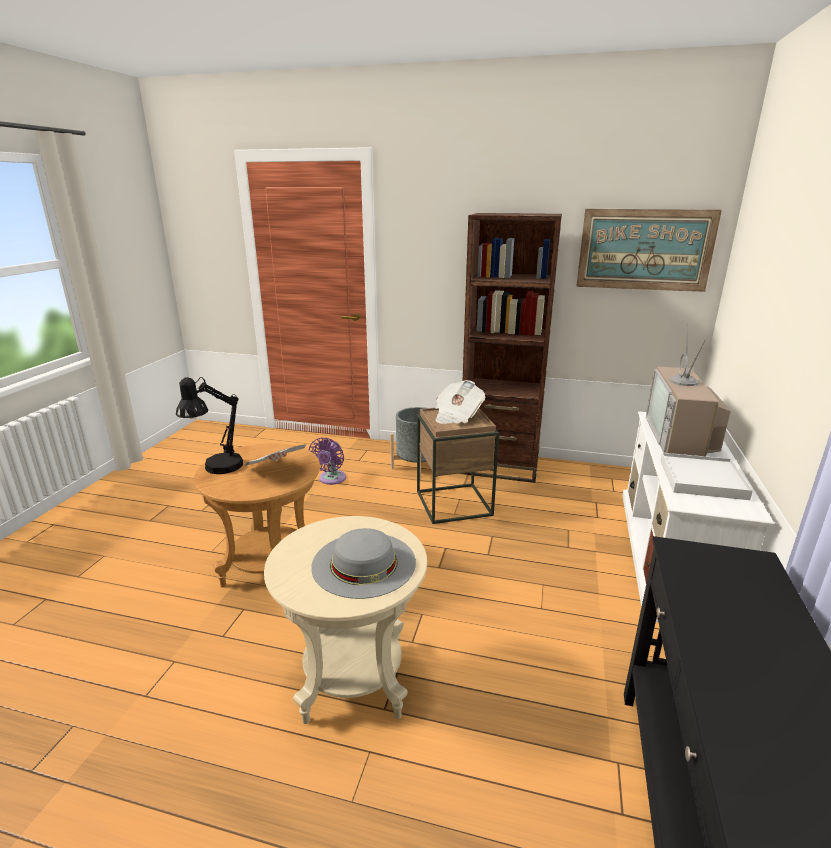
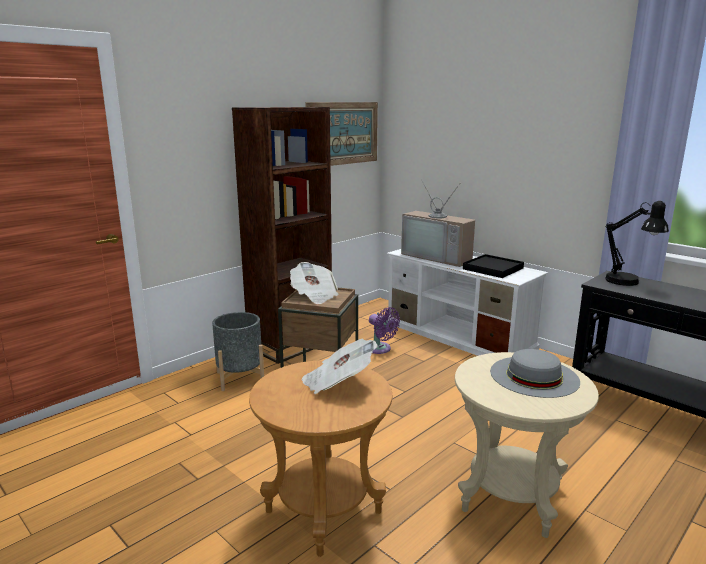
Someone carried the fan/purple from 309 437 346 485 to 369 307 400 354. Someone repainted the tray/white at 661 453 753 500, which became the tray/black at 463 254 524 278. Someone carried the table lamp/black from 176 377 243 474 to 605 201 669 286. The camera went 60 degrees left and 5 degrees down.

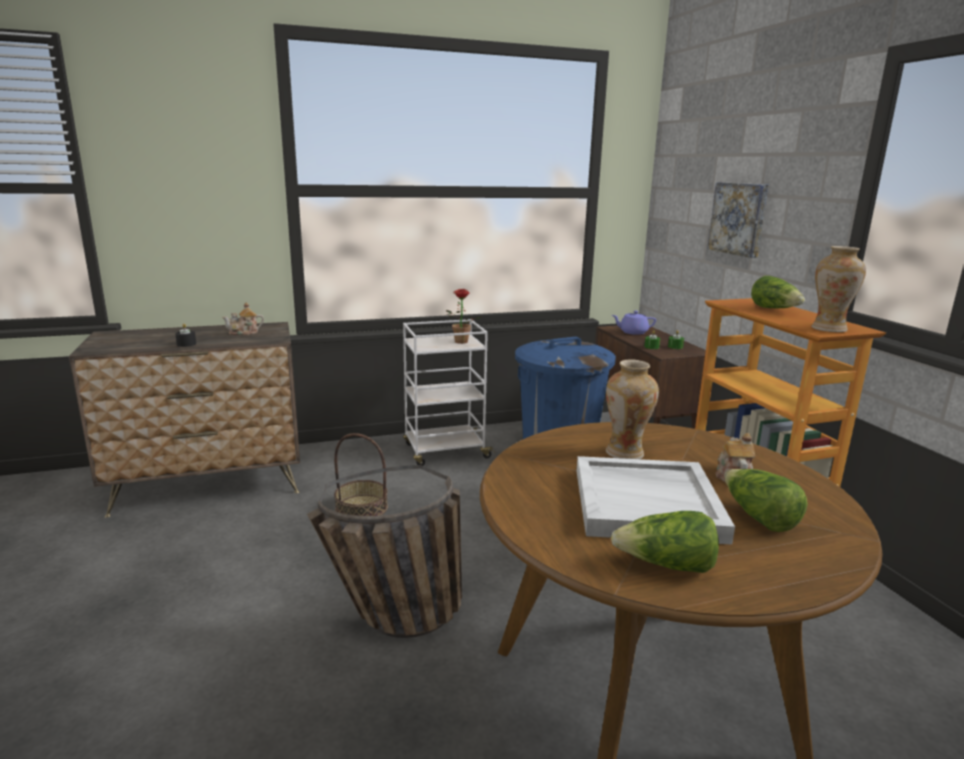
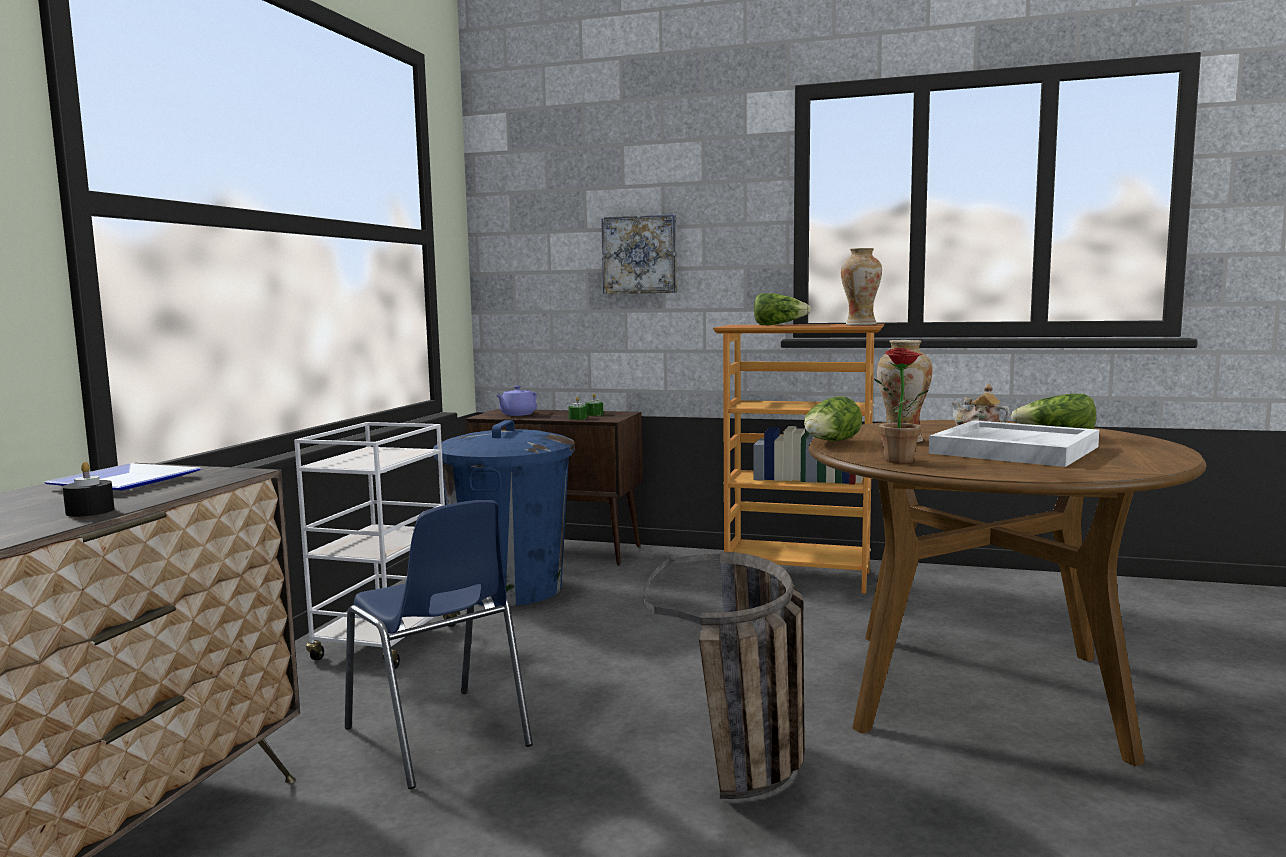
Someone swapped the teapot at 222 303 264 335 for the plate at 44 463 201 491. Someone swapped the basket at 334 433 388 516 for the chair/blue at 345 500 533 789. Someone carried the lettuce from 611 511 719 573 to 804 396 862 441. Someone carried the potted plant from 446 289 481 344 to 874 347 929 463. The camera went 55 degrees left and 10 degrees down.

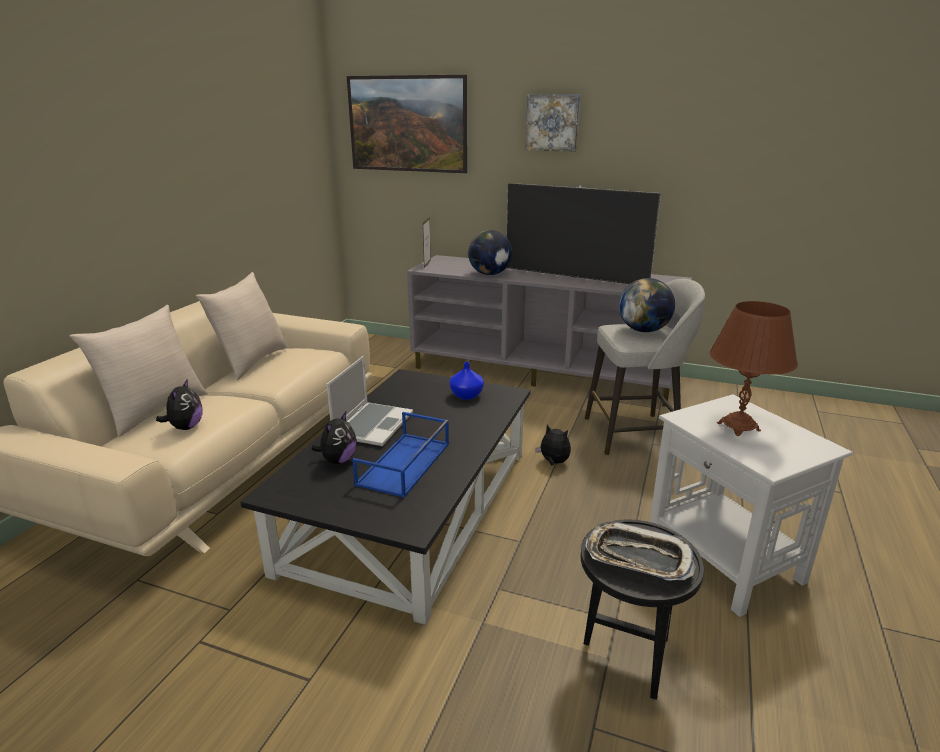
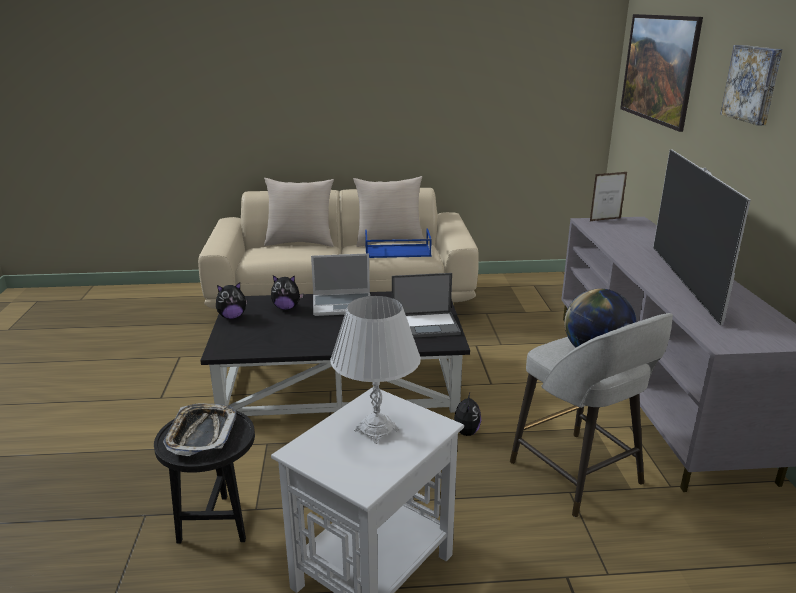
Someone carried the plush toy from 156 378 202 430 to 216 282 247 319. Someone repainted the table lamp/brown at 709 301 798 436, which became the table lamp/white at 330 296 421 444. Someone carried the tray/blue from 352 412 449 498 to 365 229 432 258. Someone swapped the vase/blue at 449 362 484 400 for the laptop at 392 273 461 338. Someone took away the globe at 468 230 512 275. The camera went 65 degrees right and 0 degrees up.

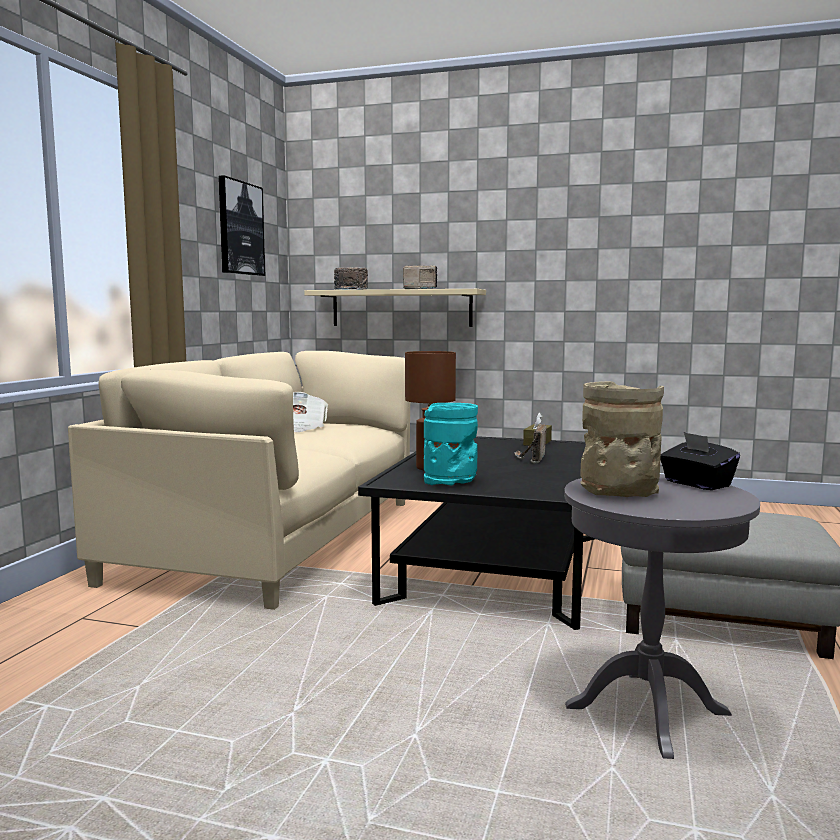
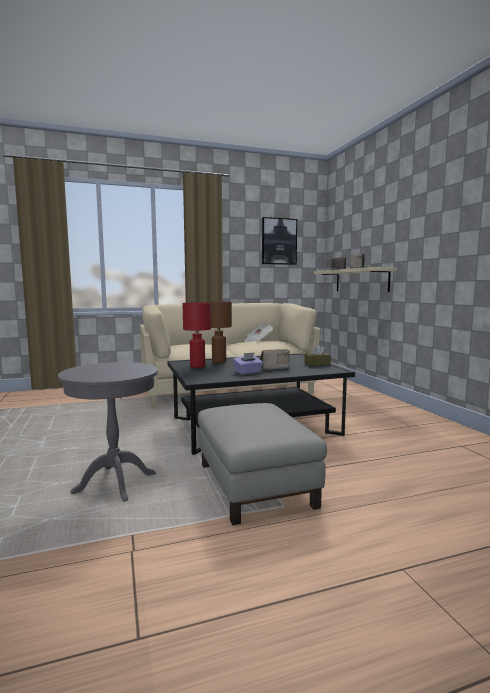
Someone swapped the vase/turquoise at 424 403 478 485 for the table lamp/red at 183 302 211 368. Someone put down the tissue box/purple at 233 352 263 374. Someone took away the vase/beige at 580 381 664 497. Someone took away the tissue box/black at 660 432 740 490. The camera went 55 degrees right and 0 degrees up.

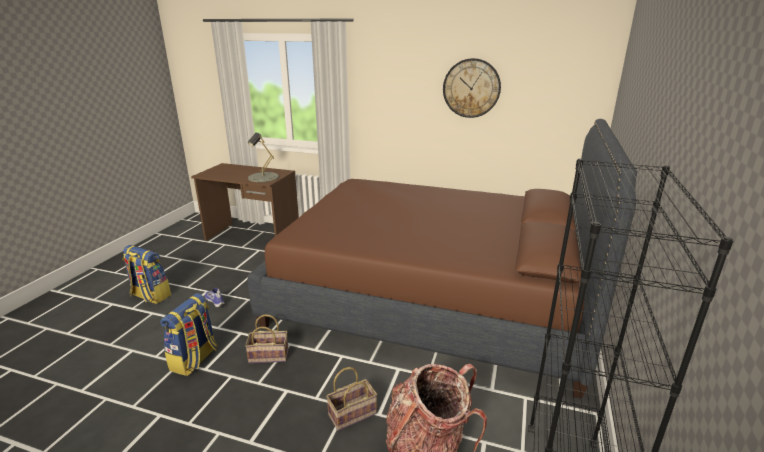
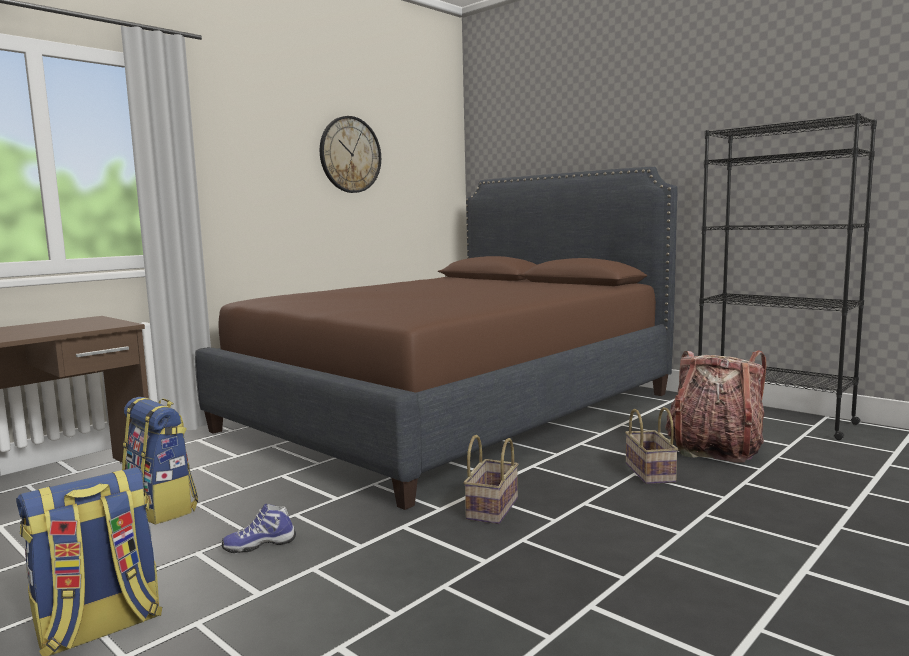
Someone carried the backpack from 160 293 218 376 to 122 397 198 525. Someone took away the table lamp/grey at 248 133 279 182. The camera went 65 degrees left and 15 degrees down.

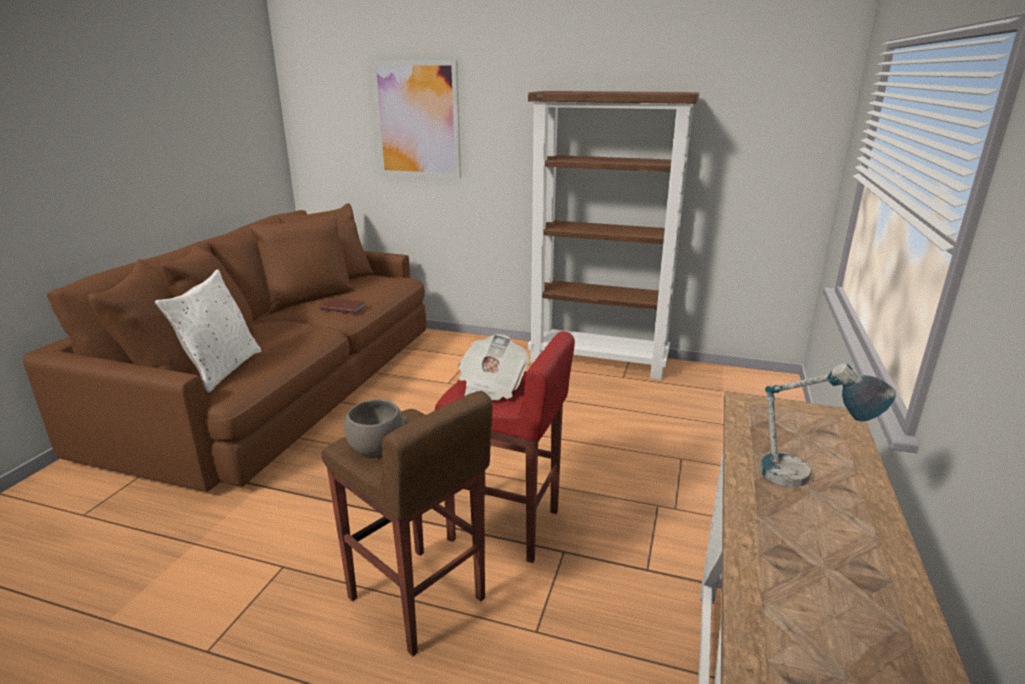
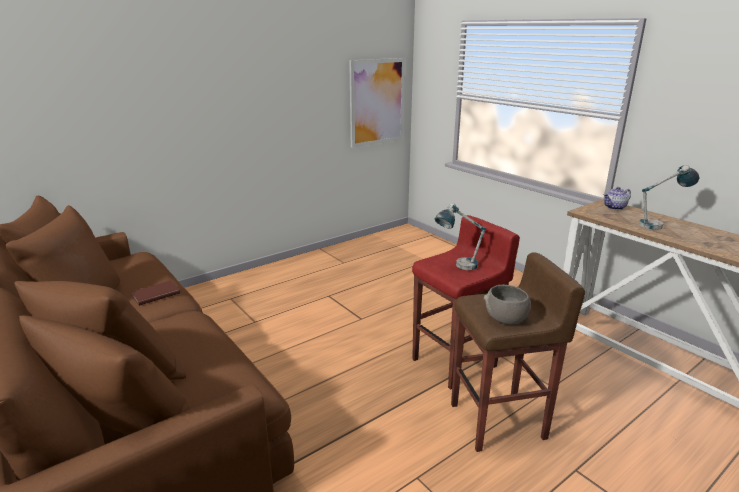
Someone carried the picture from 371 60 461 179 to 349 58 405 148. Someone swapped the newspaper at 459 334 529 400 for the table lamp at 435 203 486 270. Someone put down the teapot at 603 187 631 210. Someone took away the pillow/white at 155 270 262 393. Someone took away the bookcase/brown at 528 91 699 380. The camera went 55 degrees left and 0 degrees up.

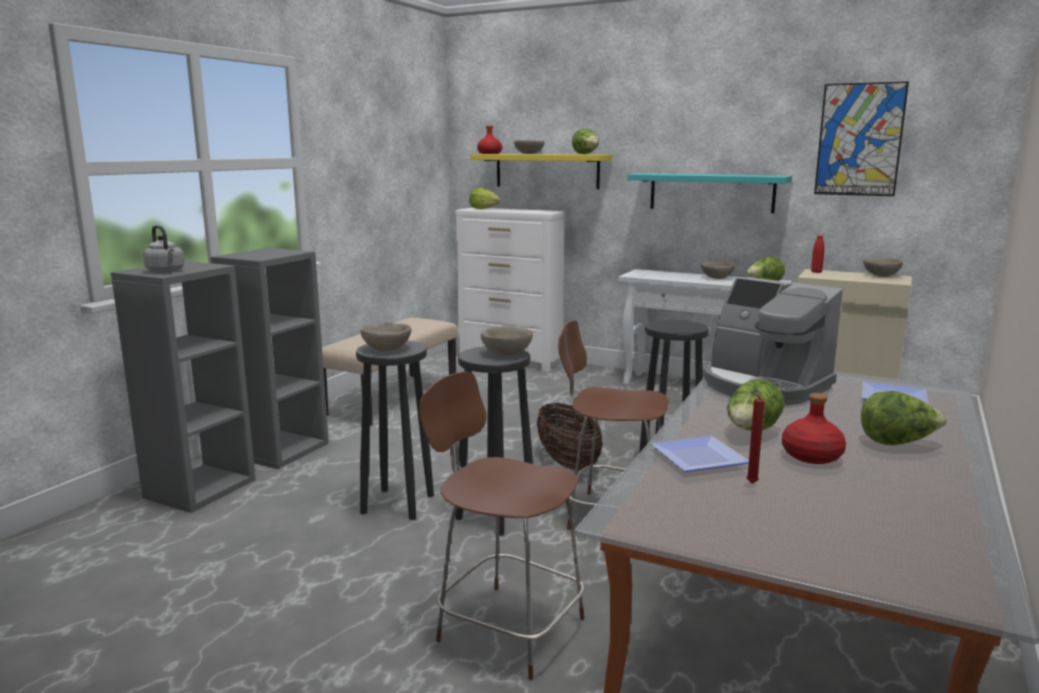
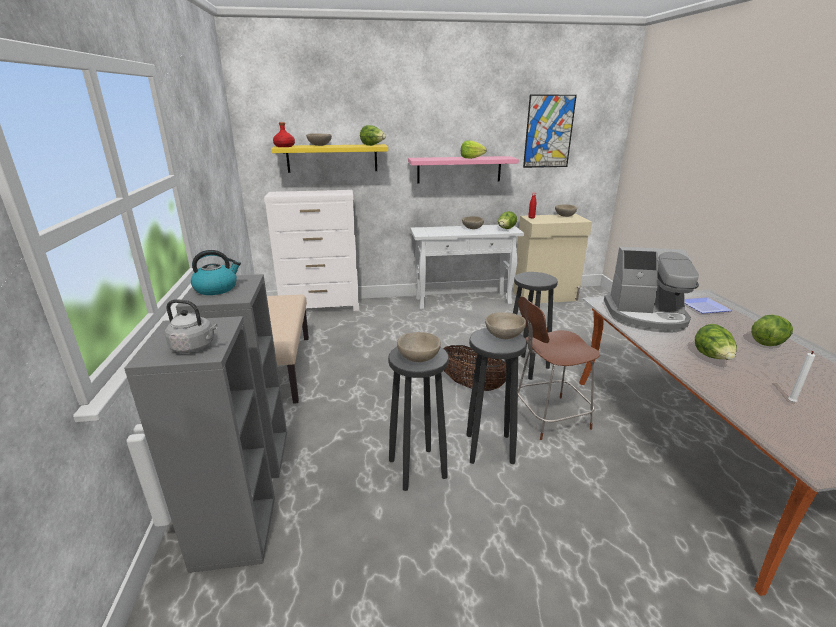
Someone put down the kettle at 191 250 241 295. Someone repainted the shelf/turquoise at 627 173 792 213, which became the shelf/pink at 408 156 519 183. Someone carried the lettuce from 469 187 501 209 to 461 140 487 159. Someone repainted the candle/red at 746 391 765 484, which became the candle/white at 788 351 815 402. Someone took away the chair/brown at 419 371 585 680. Someone took away the plate at 650 436 749 472. Someone took away the bottle/red at 782 393 846 464. The camera went 35 degrees left and 10 degrees up.

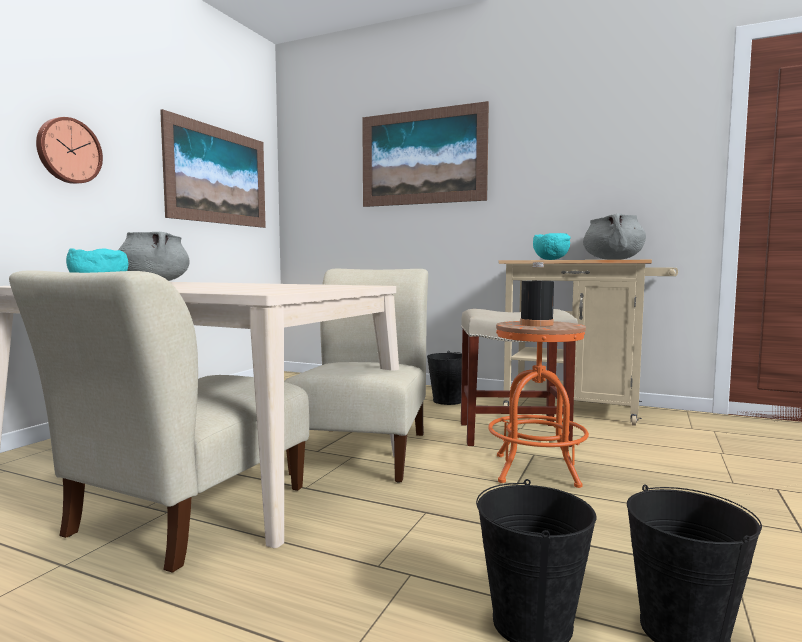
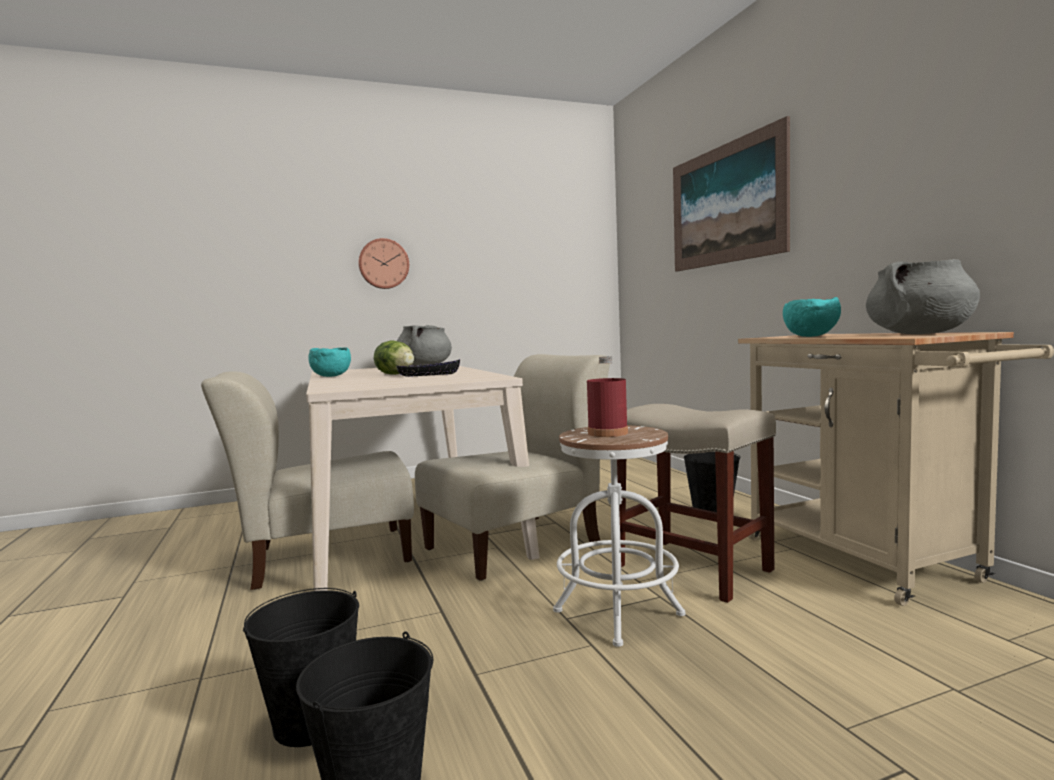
Someone put down the lettuce at 374 340 414 375. Someone put down the bowl/black at 396 359 460 377. Someone repainted the stool/orange at 488 321 589 488, which became the stool/white at 553 426 685 647. Someone repainted the bottle/black at 520 262 554 326, which became the bottle/red at 587 356 628 437. Someone took away the picture at 160 109 266 228. The camera went 45 degrees right and 0 degrees up.

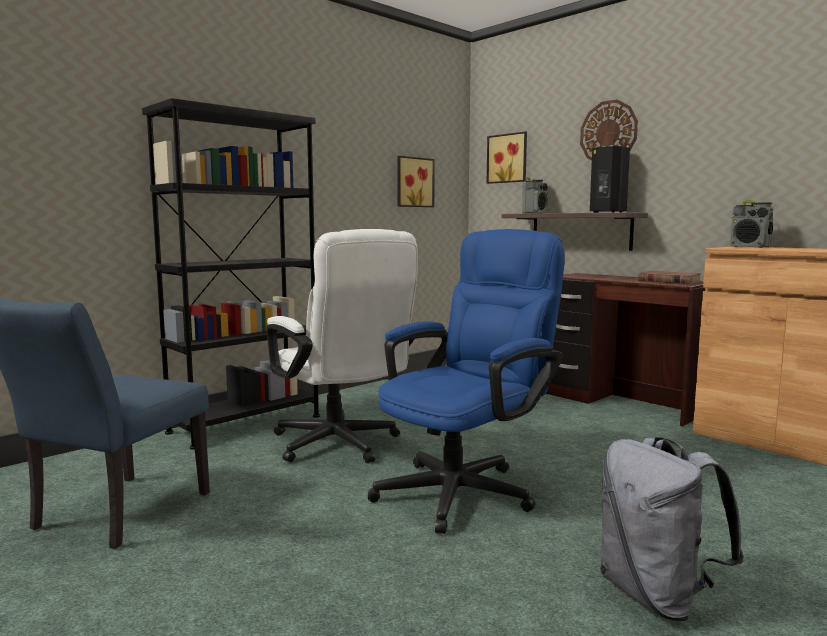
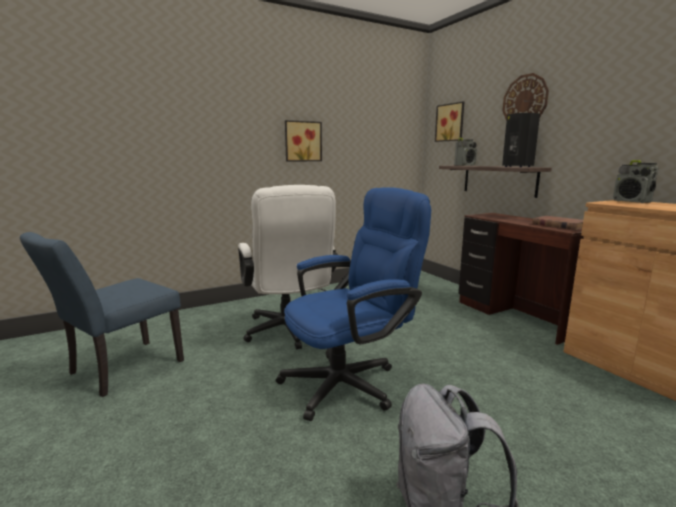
Someone carried the picture from 397 156 435 207 to 285 120 322 161. Someone took away the bookcase/black at 142 98 320 450. The camera went 15 degrees right and 5 degrees up.

